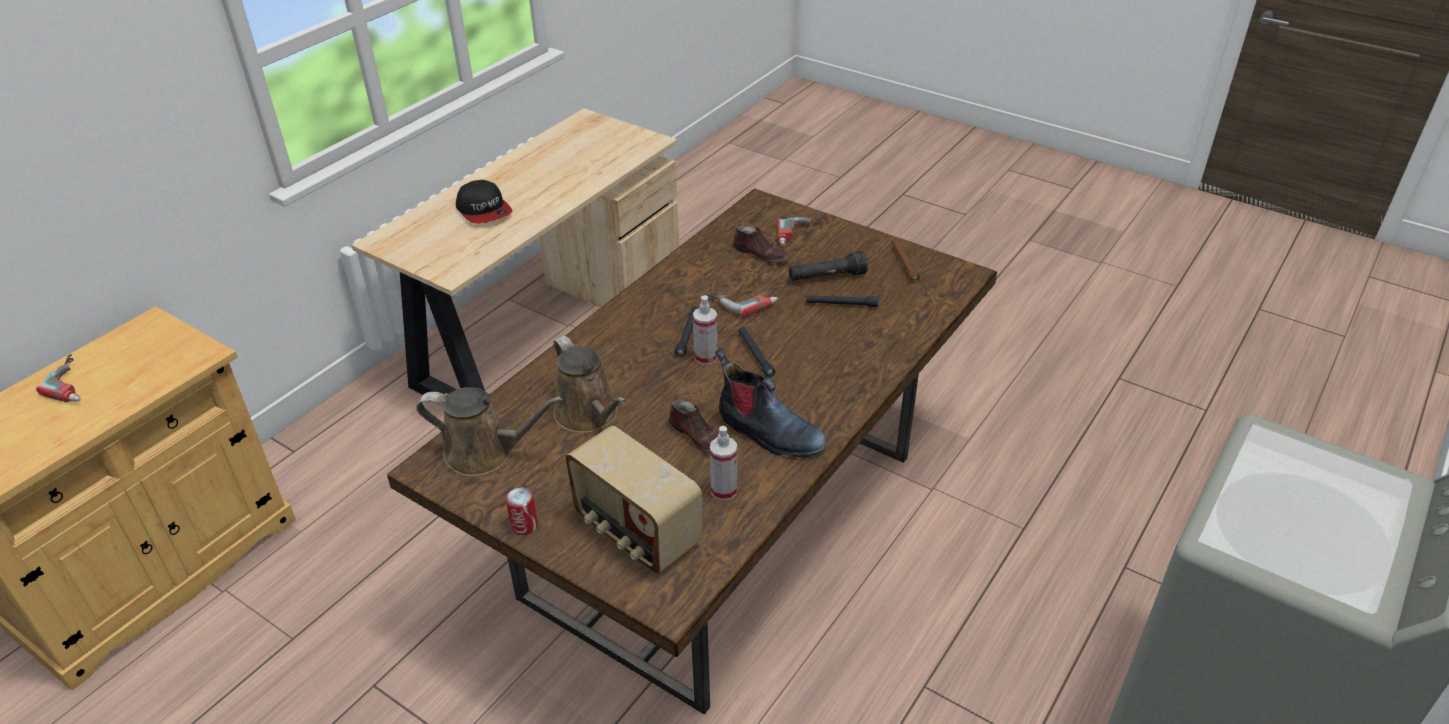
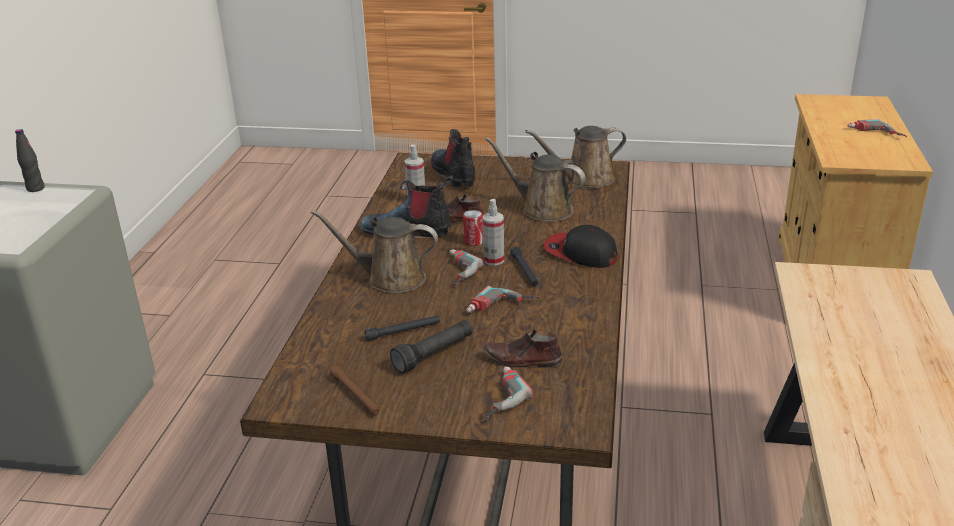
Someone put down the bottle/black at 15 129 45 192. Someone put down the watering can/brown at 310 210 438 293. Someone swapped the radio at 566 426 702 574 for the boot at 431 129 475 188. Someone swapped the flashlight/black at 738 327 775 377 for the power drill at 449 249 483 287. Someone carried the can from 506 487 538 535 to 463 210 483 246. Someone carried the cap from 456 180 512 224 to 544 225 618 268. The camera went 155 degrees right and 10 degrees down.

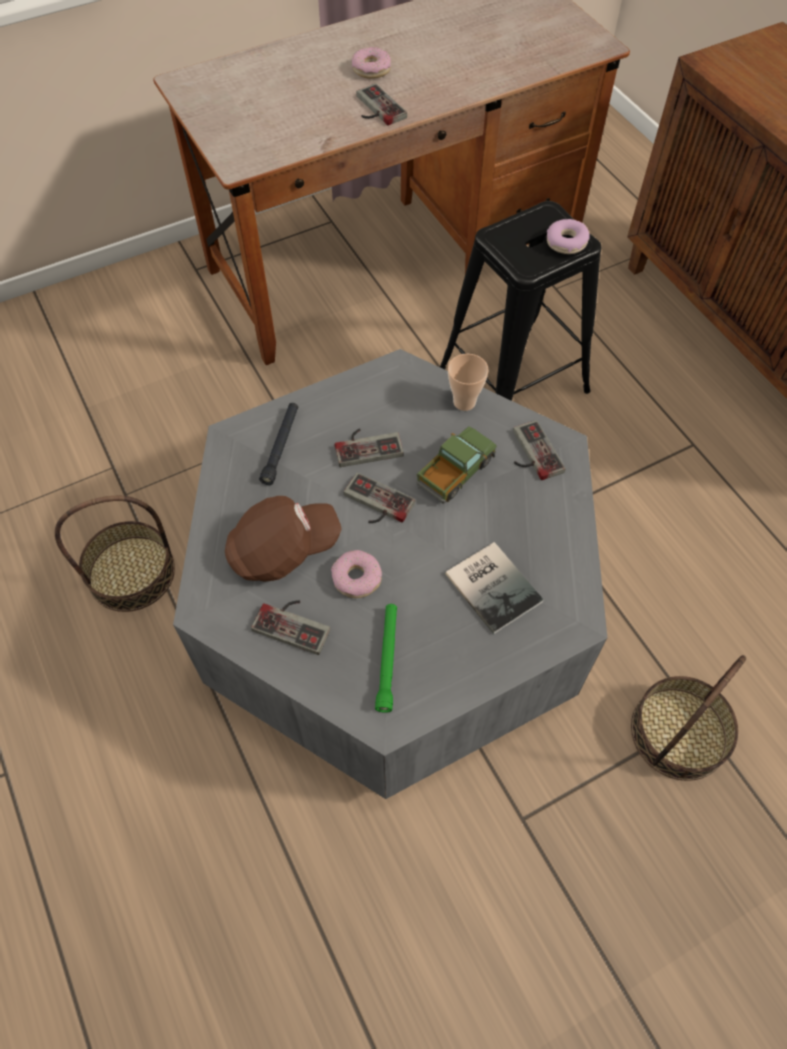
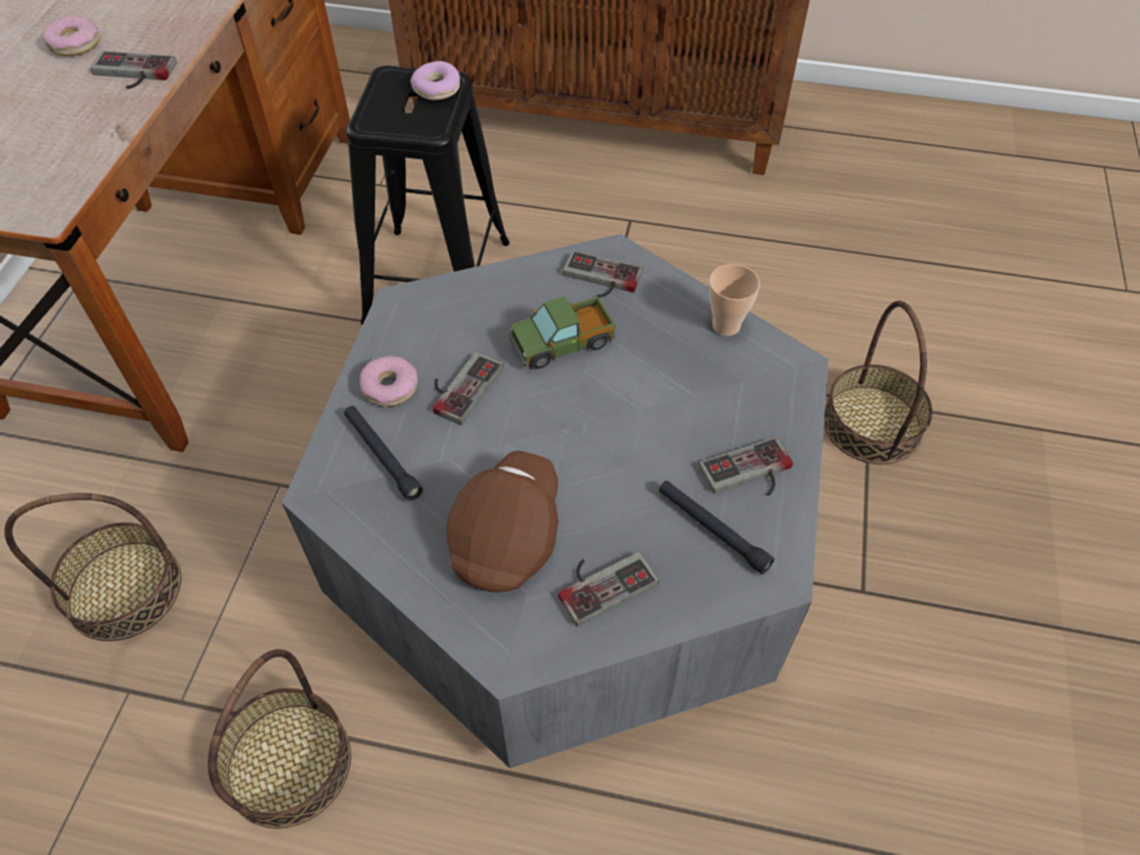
Someone put down the basket at 4 493 181 641. Someone carried the donut from 331 550 382 598 to 360 356 418 407. Someone rotated the toy truck at 416 426 497 504 by 105 degrees counterclockwise. Someone repainted the flashlight/green at 375 604 397 713, which became the flashlight/black at 659 481 775 575. Someone carried the game controller from 344 473 415 523 to 699 437 793 496. Someone carried the cup from 448 354 489 411 to 709 264 760 336. Someone took away the book at 445 542 544 634. The camera went 50 degrees left and 5 degrees down.

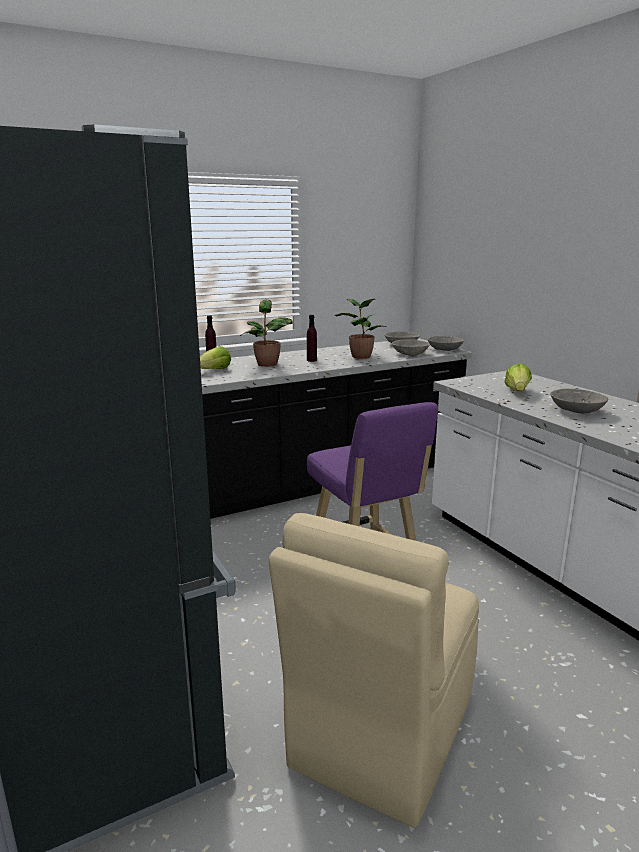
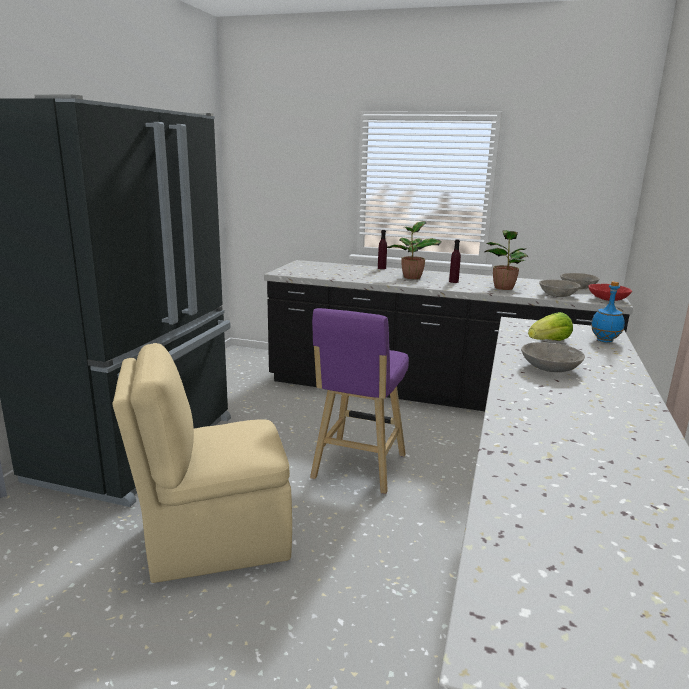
Someone repainted the bowl/grey at 427 336 464 351, which became the bowl/red at 588 284 632 301. Someone put down the bottle/blue at 591 281 625 343. Someone took away the lettuce at 200 346 231 369. The camera went 45 degrees right and 0 degrees up.

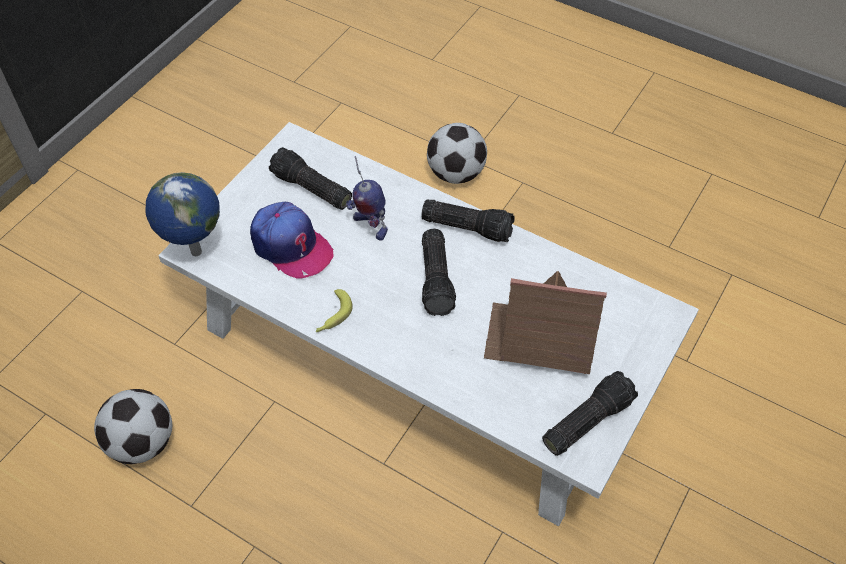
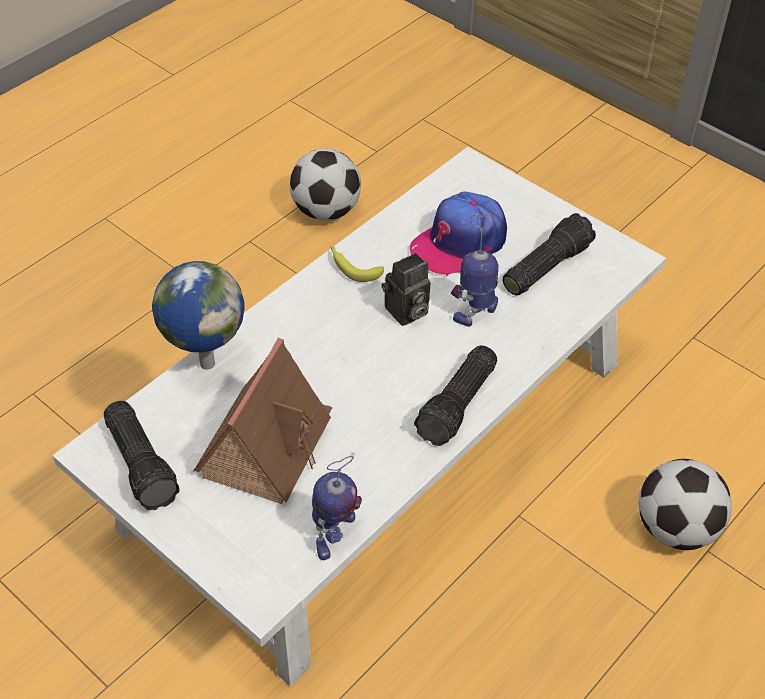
Someone carried the globe from 146 172 220 256 to 152 261 245 370. Someone put down the toy robot at 312 456 362 560. Someone put down the photo camera at 381 253 430 326. Someone took away the flashlight at 422 229 456 316. The camera went 100 degrees right and 5 degrees down.

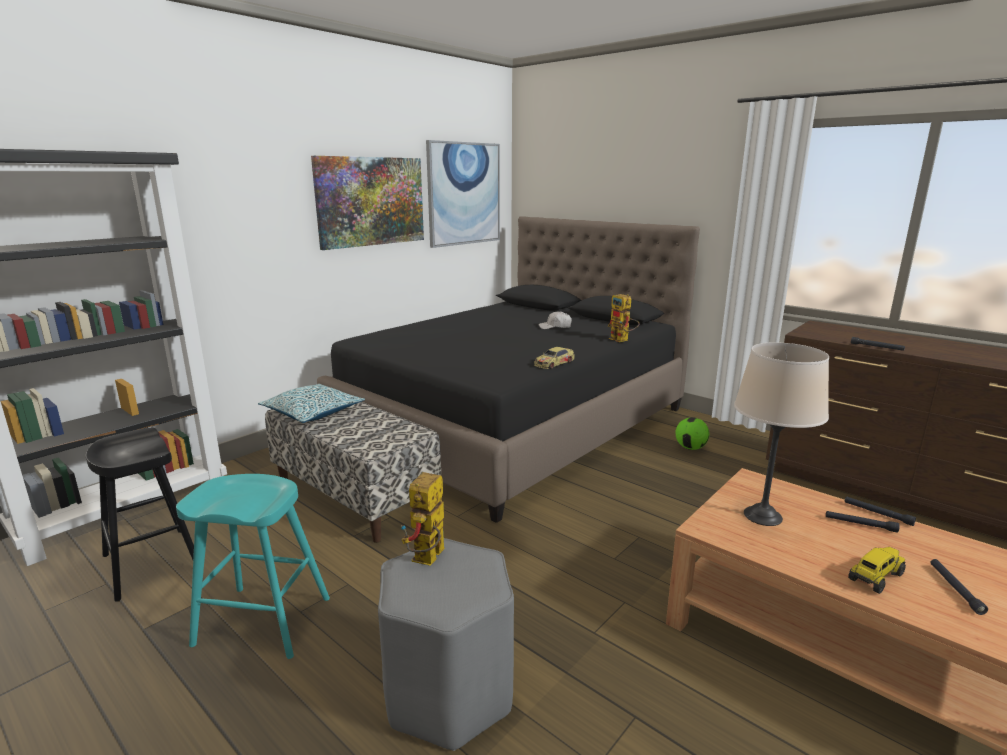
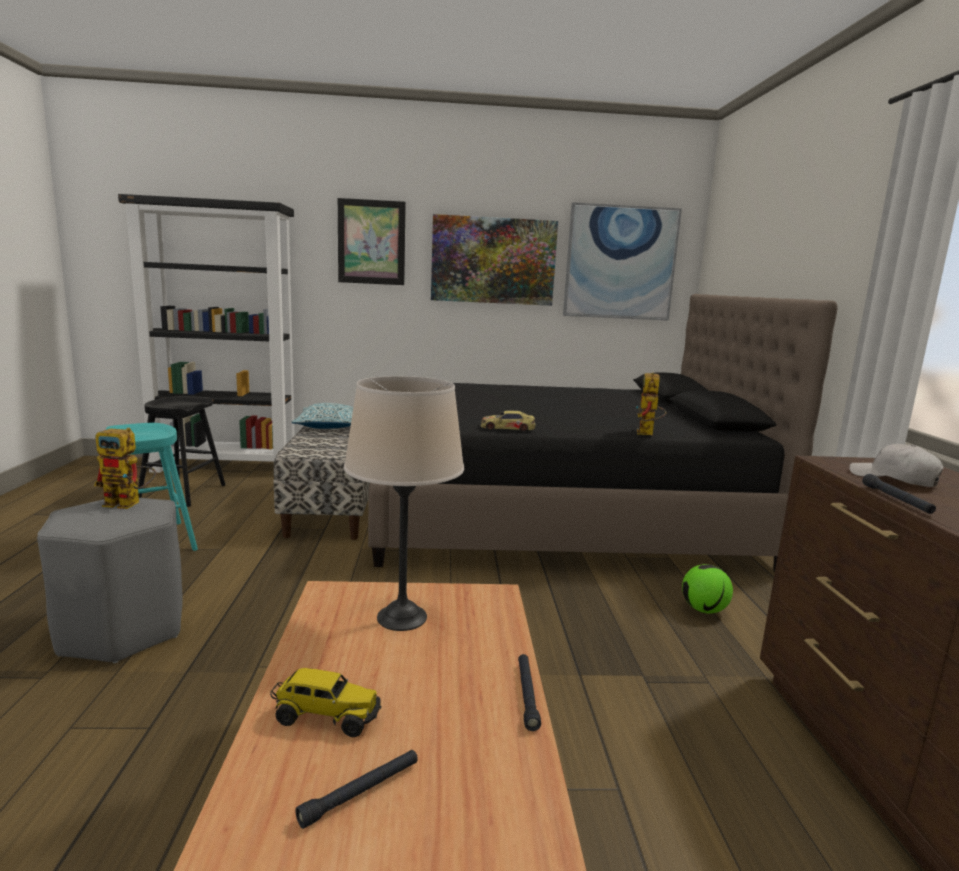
Someone rotated the toy robot at 401 472 445 566 by 150 degrees counterclockwise. Someone put up the picture at 338 198 406 285. Someone carried the cap/white from 538 311 572 329 to 850 444 944 487. Someone took away the flashlight/black at 826 511 899 533. The camera went 45 degrees right and 5 degrees down.

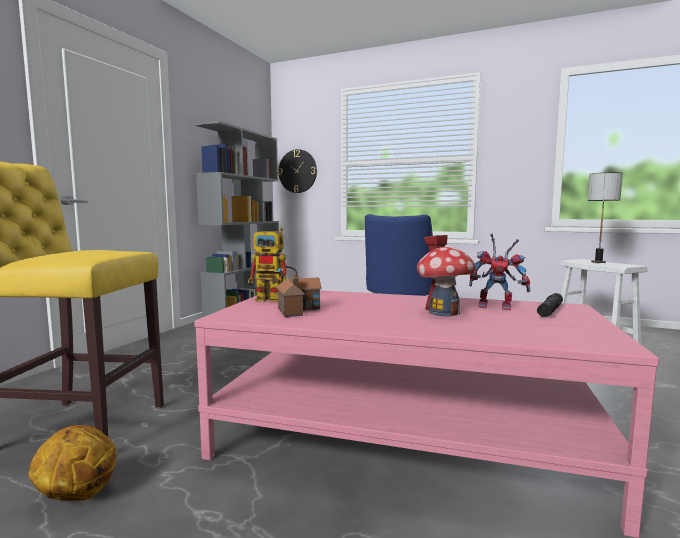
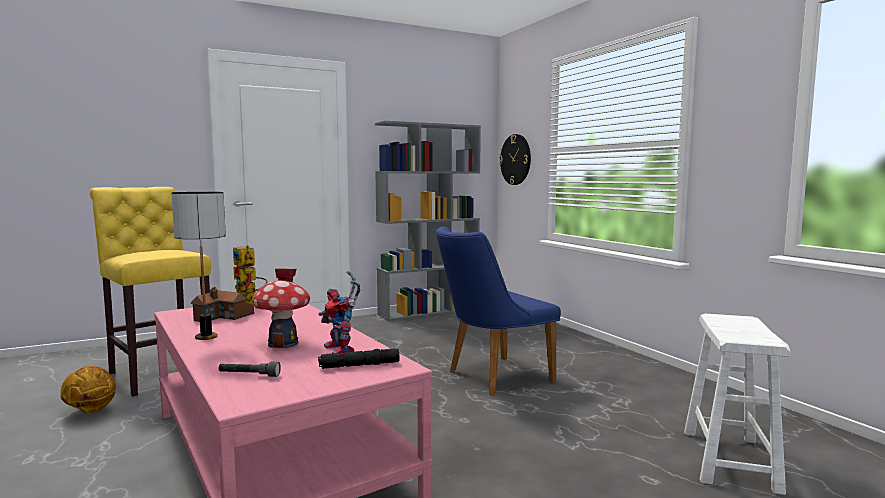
Someone carried the table lamp from 587 172 623 263 to 171 192 226 340. Someone put down the flashlight/grey at 219 361 281 377. The camera went 40 degrees right and 0 degrees up.

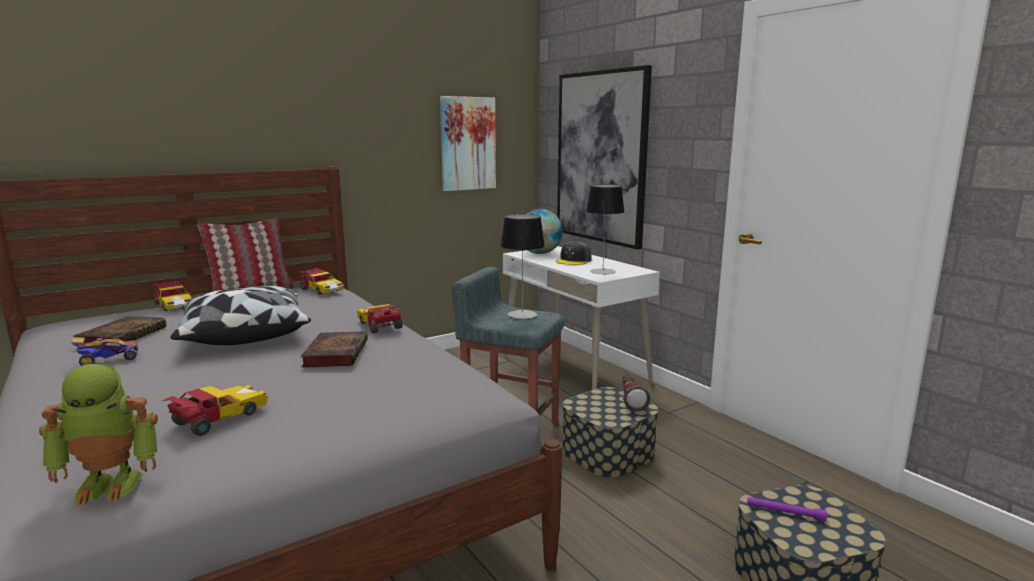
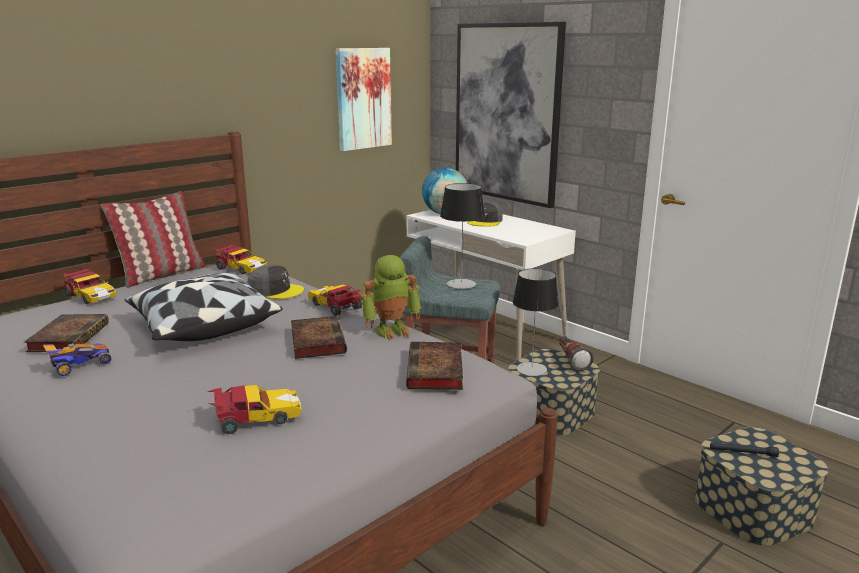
Someone rotated the toy car at 163 385 268 436 by 45 degrees clockwise. Someone put down the cap/grey at 247 265 304 299. Someone carried the toy robot from 39 364 158 506 to 360 255 421 340. Someone put down the book at 406 342 463 390. Someone carried the table lamp from 586 184 625 275 to 513 268 559 376. Someone repainted the flashlight/purple at 747 497 827 522, which became the flashlight/black at 710 442 779 457. The camera went 10 degrees left and 5 degrees up.

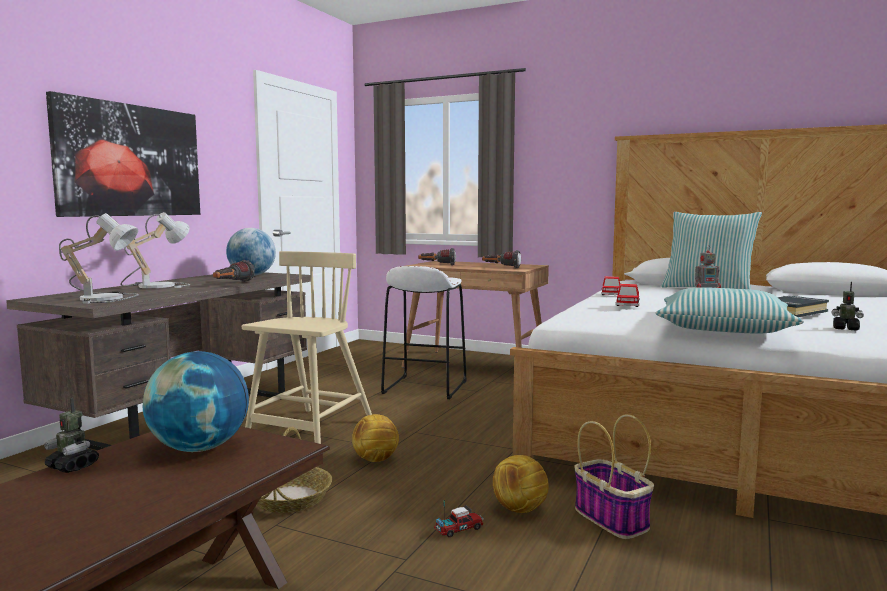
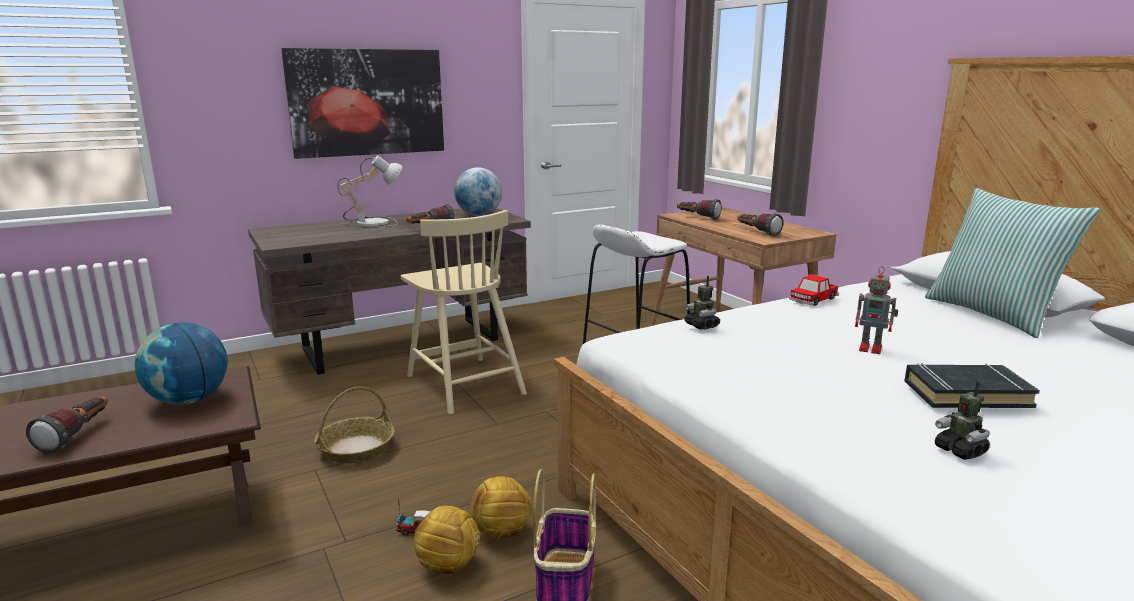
Someone put down the flashlight at 26 397 108 453. Someone rotated the chair/beige at 242 251 372 444 by 90 degrees clockwise. Someone carried the football from 352 414 399 462 to 414 506 480 574. Someone carried the toy robot from 44 398 99 473 to 685 276 720 330. Someone took away the table lamp at 59 213 139 304. Someone took away the toy car at 616 284 640 307. Someone took away the pillow at 655 287 804 334. The camera went 35 degrees right and 10 degrees up.

